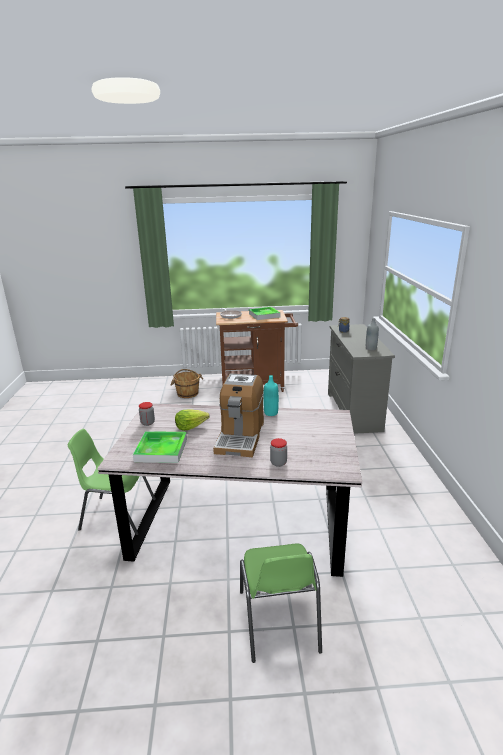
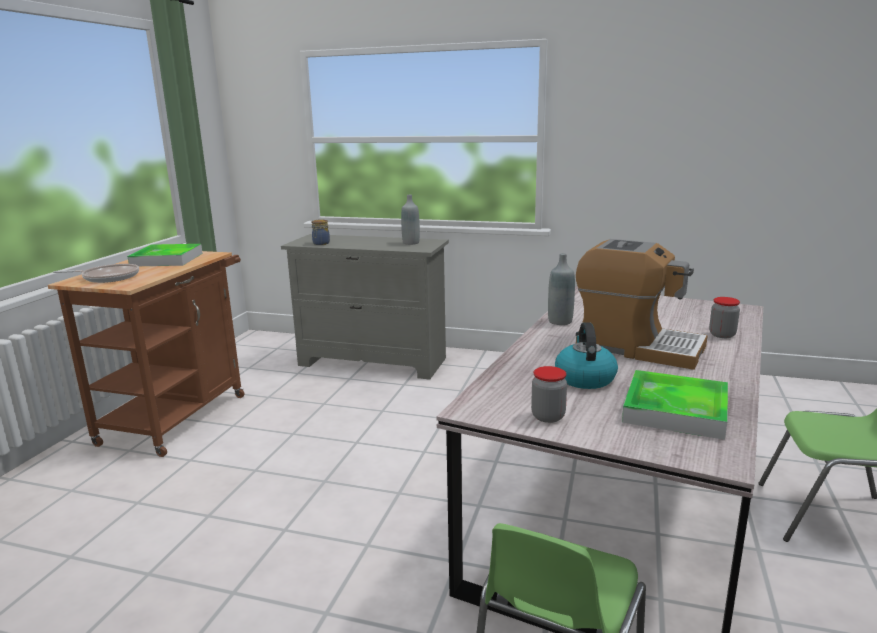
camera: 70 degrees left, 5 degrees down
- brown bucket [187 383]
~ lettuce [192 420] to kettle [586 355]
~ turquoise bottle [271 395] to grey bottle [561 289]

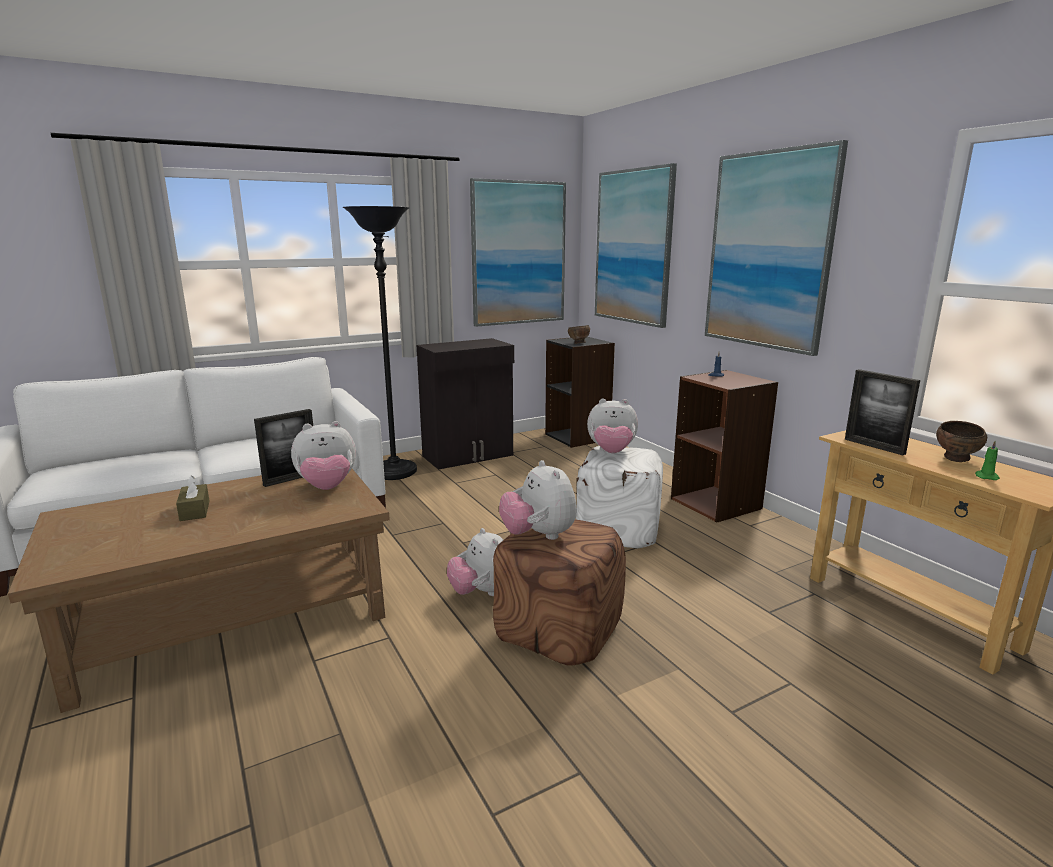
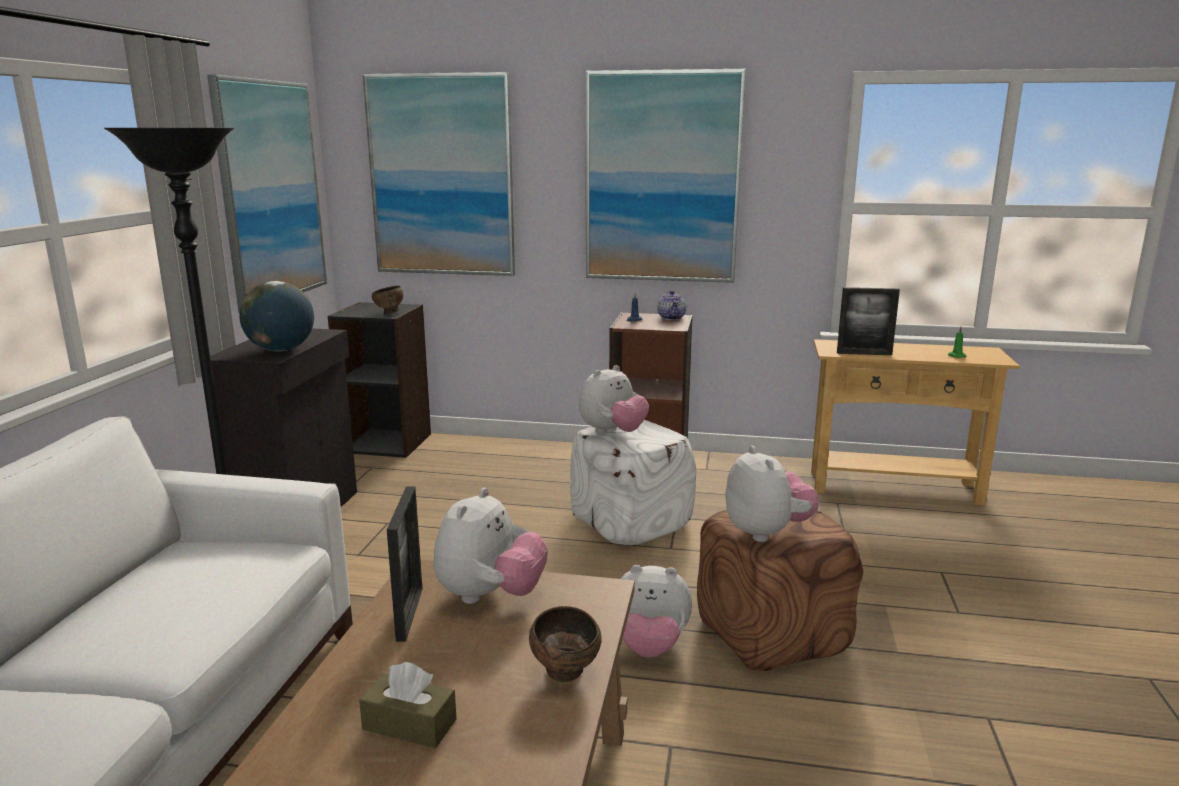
camera: 50 degrees left, 0 degrees up
+ globe [276 316]
+ teapot [672 305]
~ brown bowl [961 441] to [565 644]
~ plush toy [538 500] = [772 494] 120 degrees counterclockwise

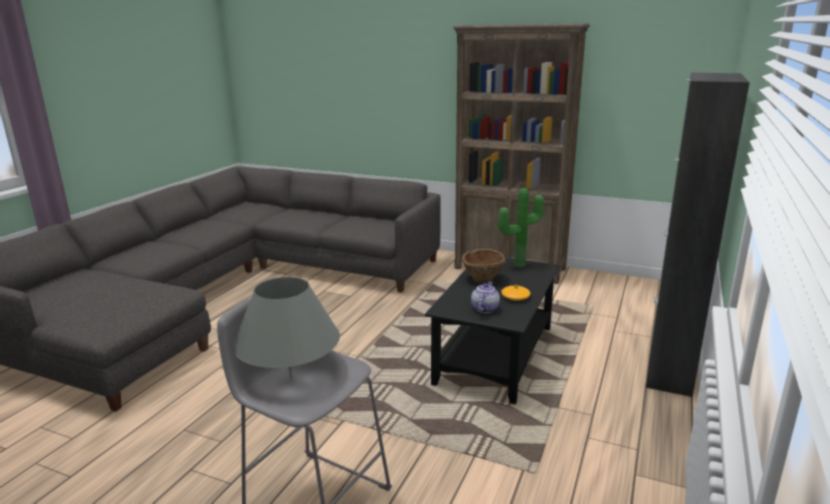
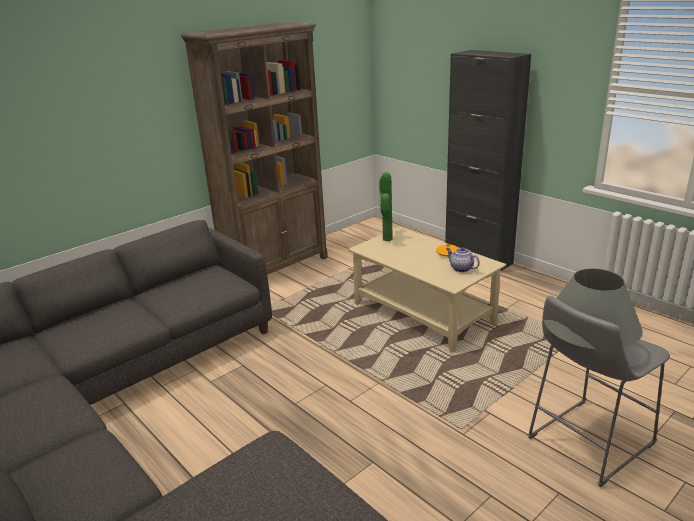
camera: 65 degrees left, 5 degrees up
- brown bowl [483 266]
~ black coffee table [492 331] to beige coffee table [427 290]

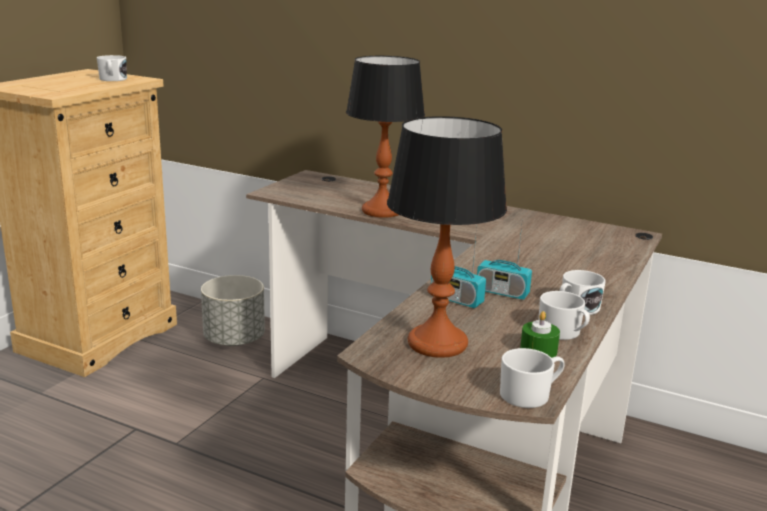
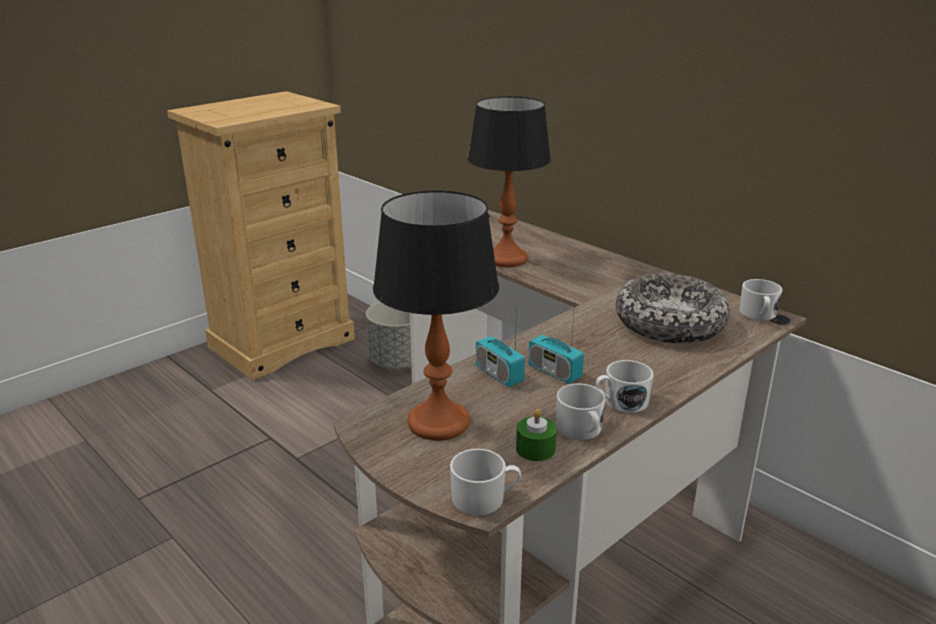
camera: 20 degrees right, 5 degrees up
+ bowl [673 308]
~ white mug [112 68] to [761 300]

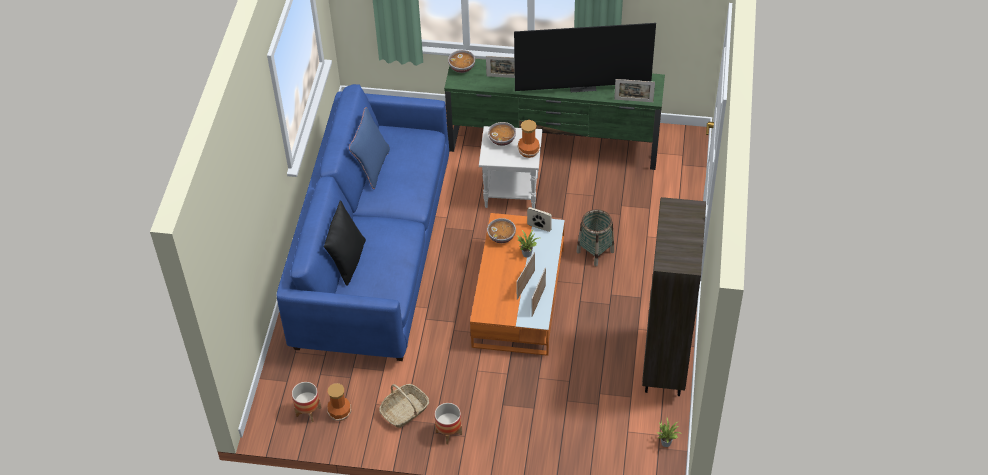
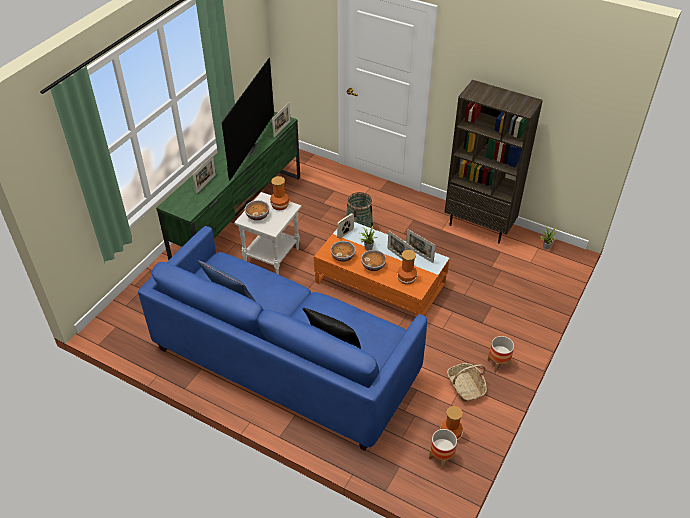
camera: 70 degrees left, 5 degrees down
+ vase [407 267]
~ bowl [461 61] to [373 260]

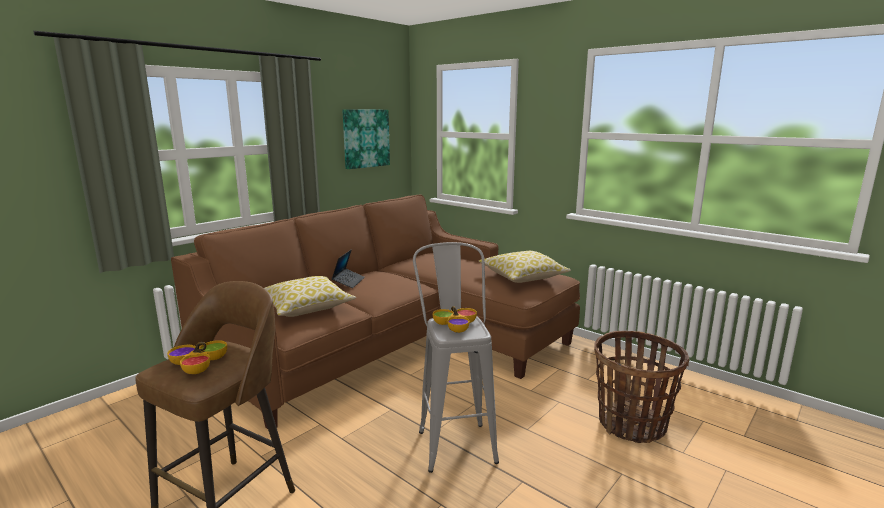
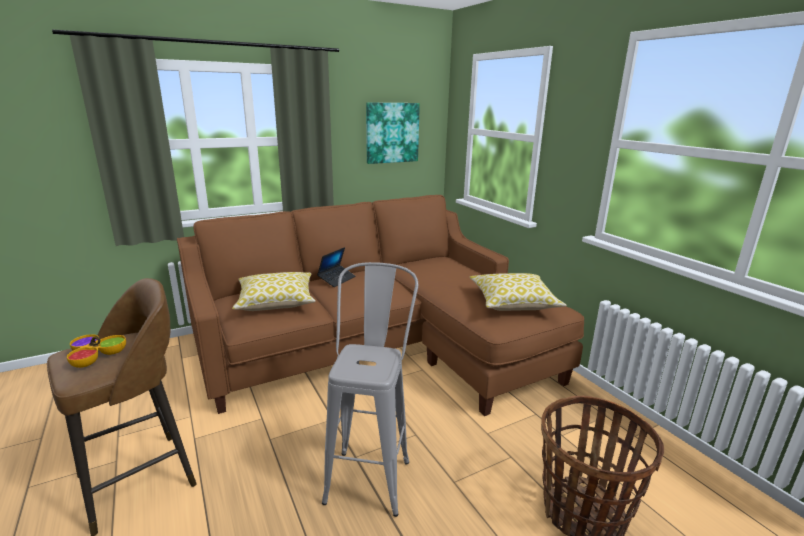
camera: 20 degrees right, 5 degrees up
- bowl [455 319]

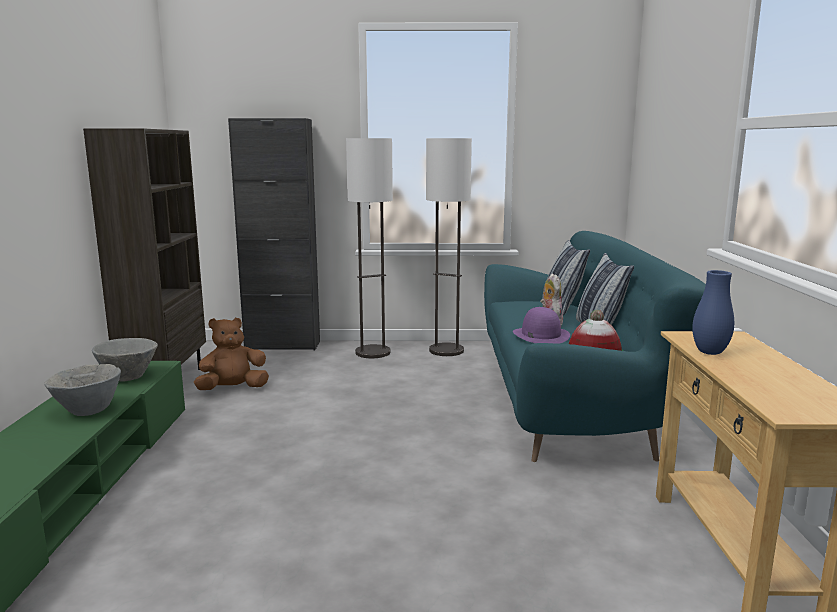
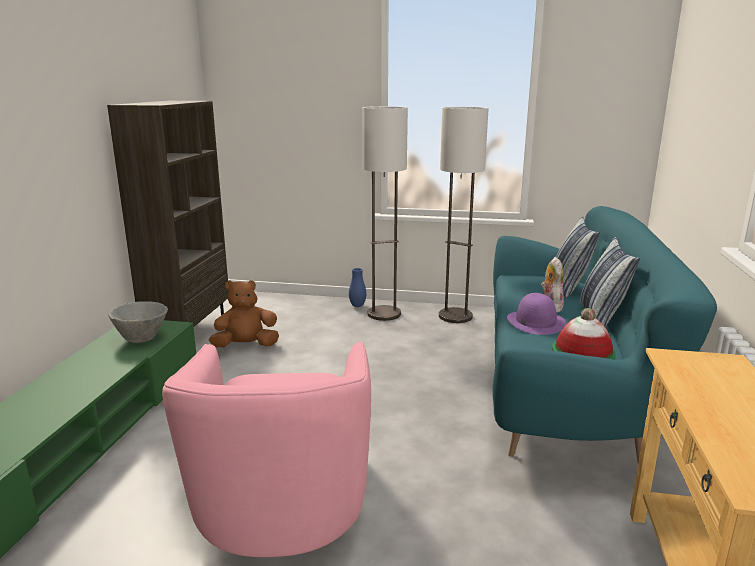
camera: 10 degrees right, 5 degrees up
- grey bowl [82 390]
- black cabinet [274 234]
+ pink armchair [266 449]
~ blue vase [713 312] to [357 287]

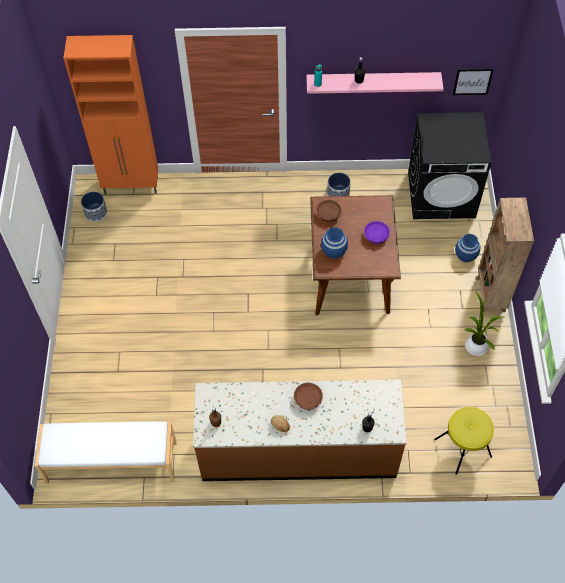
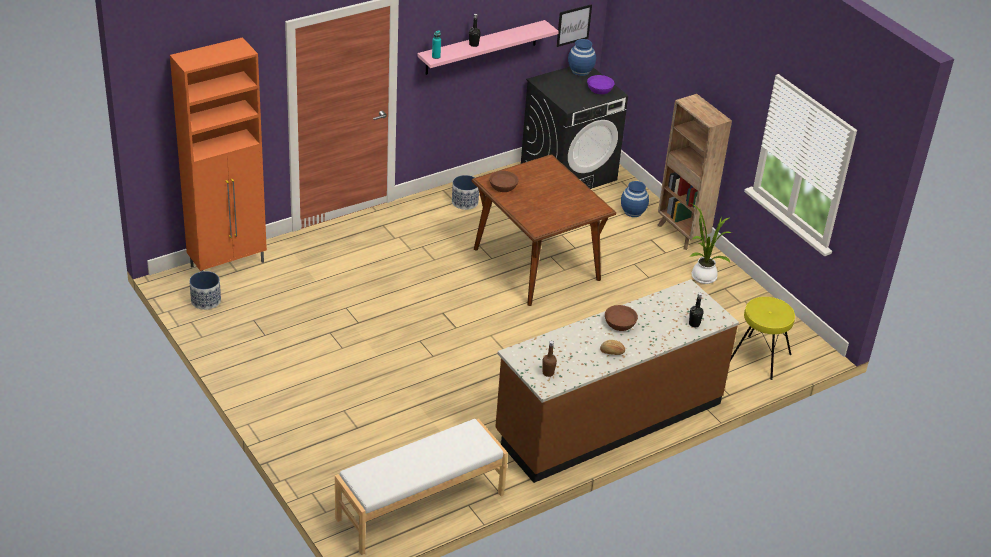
camera: 35 degrees left, 20 degrees down
~ blue vase [334 243] to [582 57]
~ purple bowl [377 232] to [601 84]

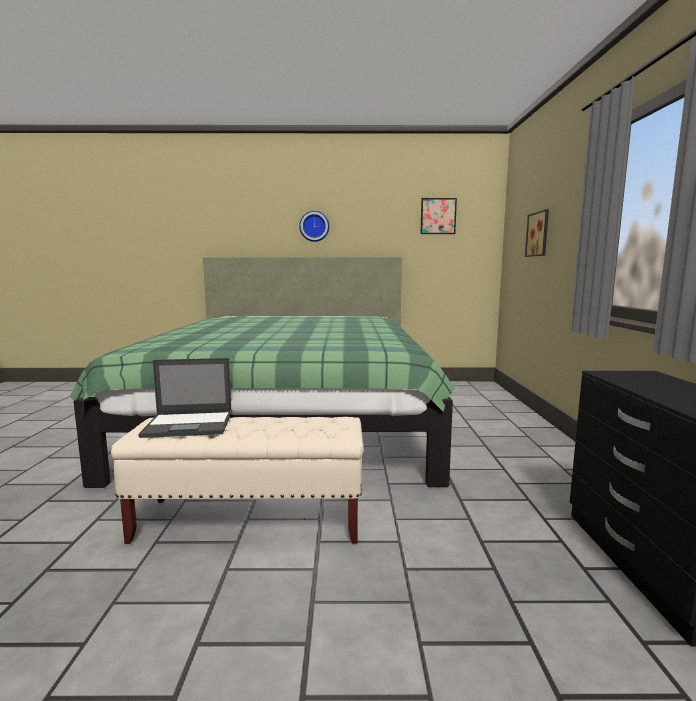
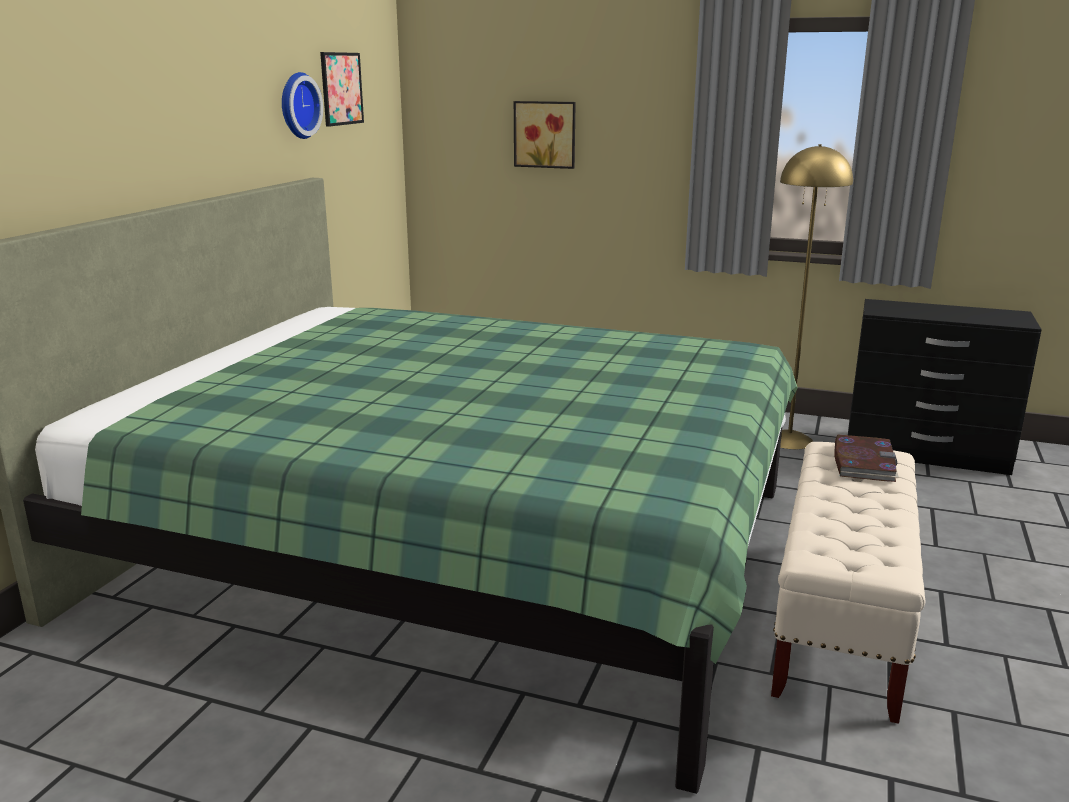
camera: 70 degrees left, 10 degrees up
- laptop [185 398]
+ yellow floor lamp [816 296]
+ book [866 458]
~ wall clock [314 226] to [302 105]

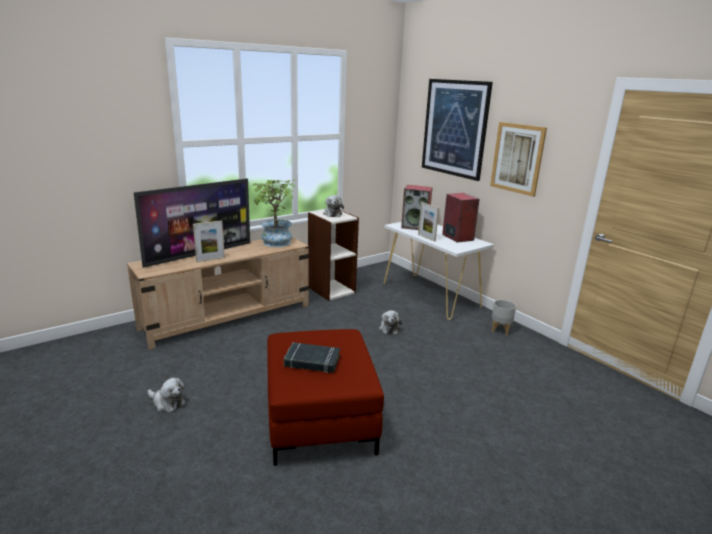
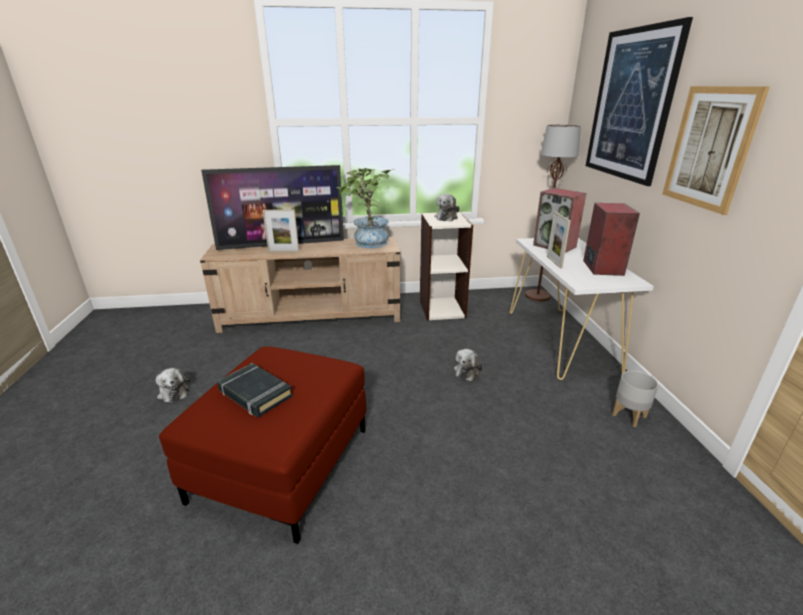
camera: 30 degrees right, 5 degrees up
+ brown floor lamp [553 212]

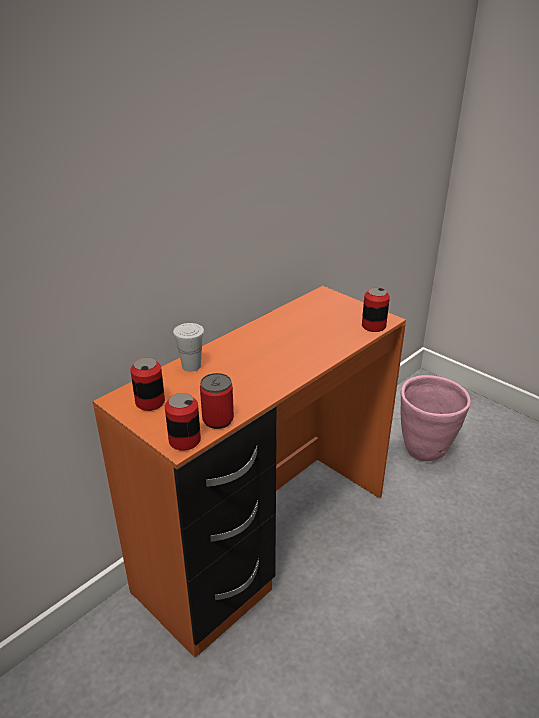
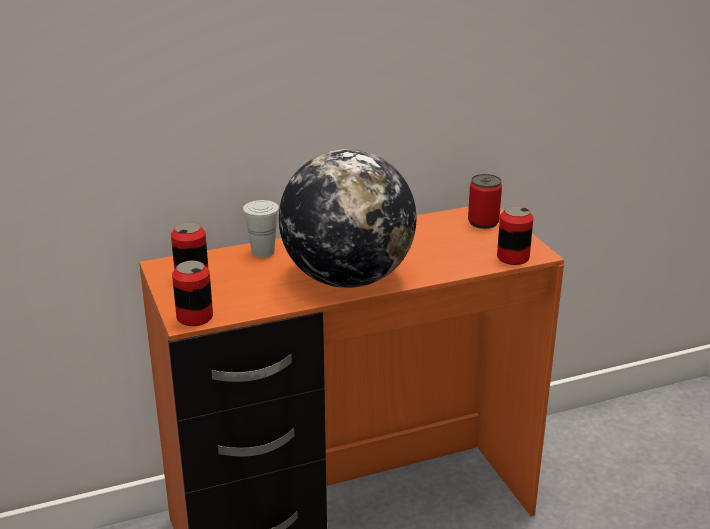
camera: 25 degrees right, 5 degrees down
- pink planter [435 418]
+ globe [347 218]
~ can [217 401] to [485 201]

